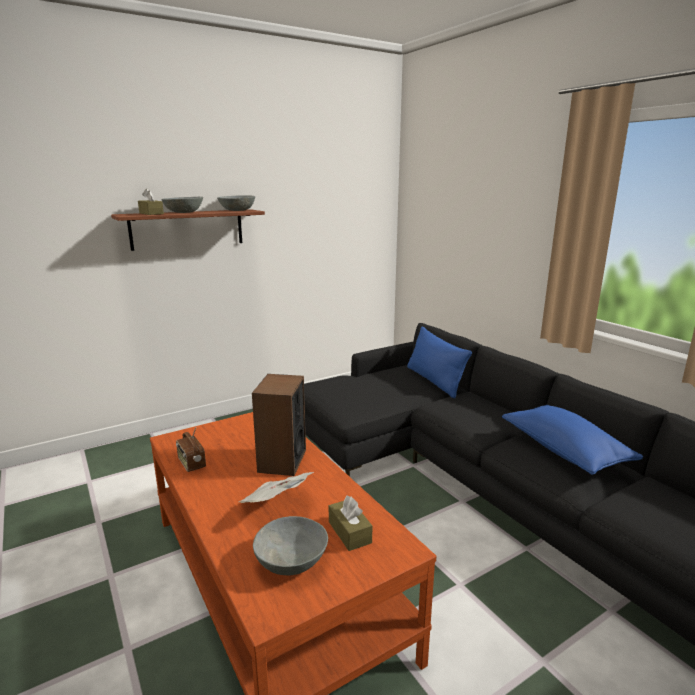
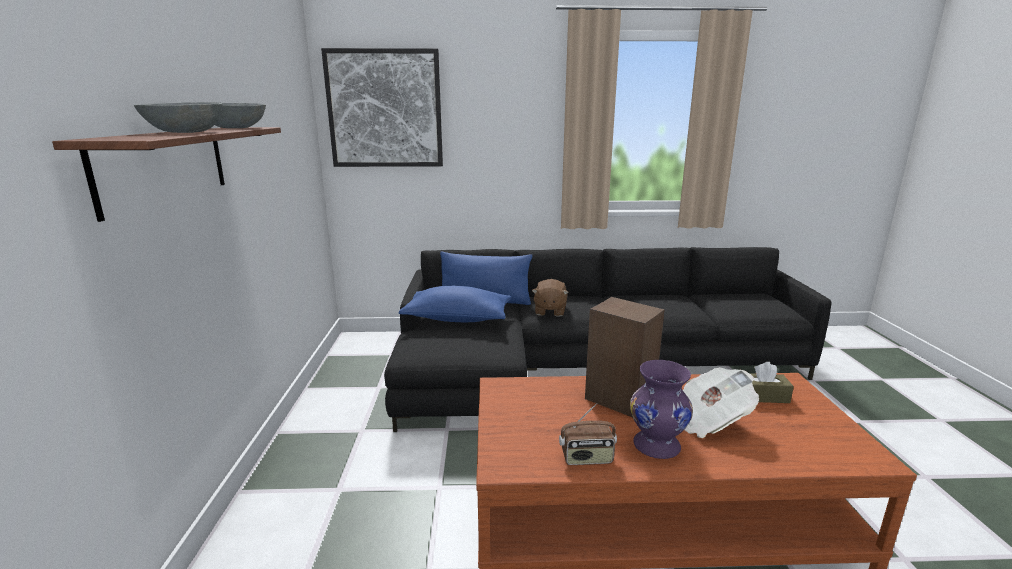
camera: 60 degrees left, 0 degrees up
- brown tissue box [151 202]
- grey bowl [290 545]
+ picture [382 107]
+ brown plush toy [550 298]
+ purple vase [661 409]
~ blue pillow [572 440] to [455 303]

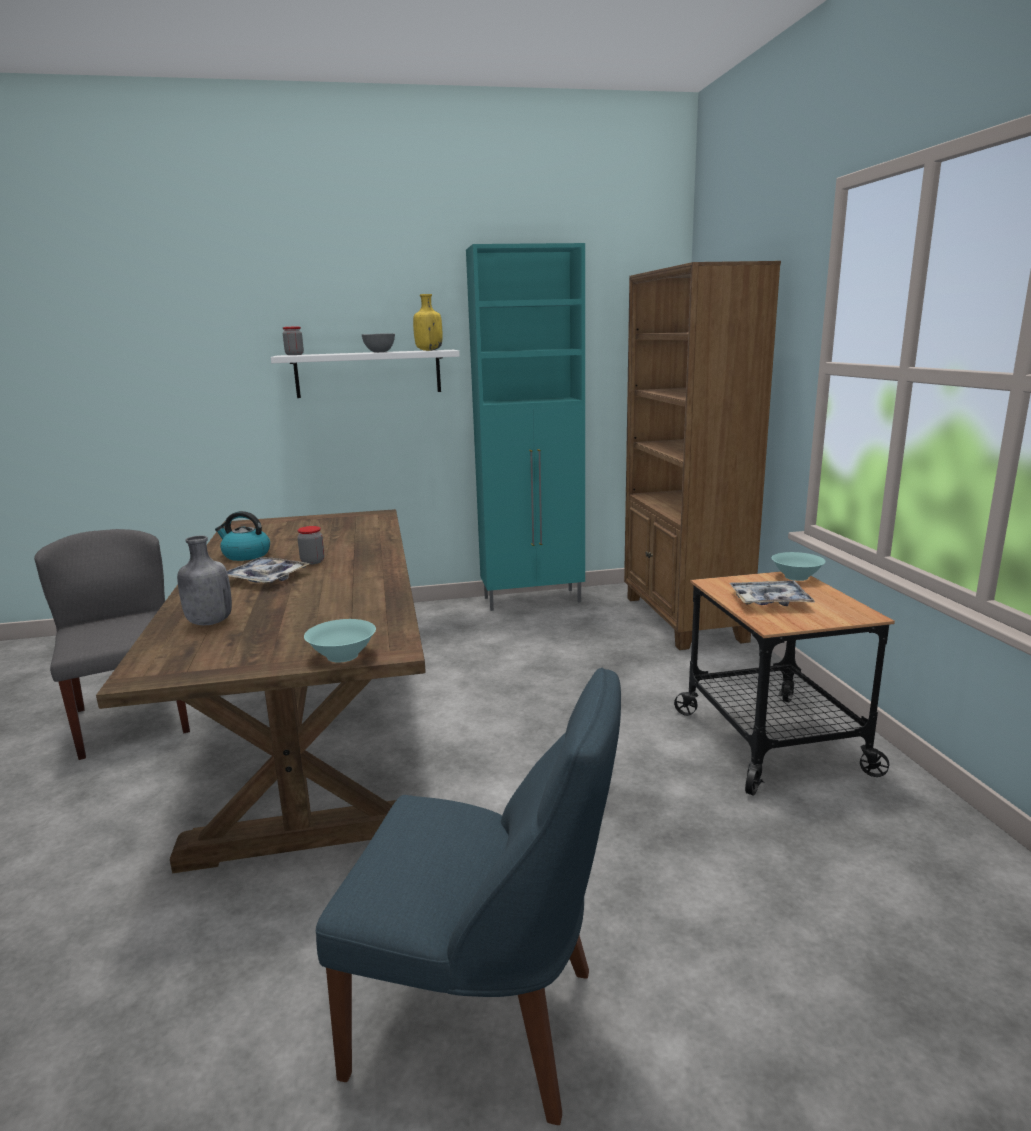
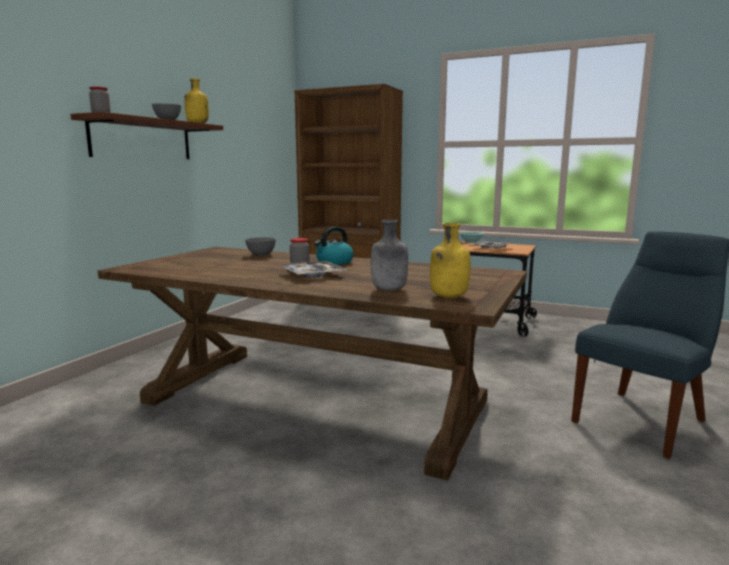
camera: 55 degrees left, 5 degrees down
- grey chair [112 644]
- turquoise bowl [340 641]
- turquoise cabinet [525 427]
+ grey bowl [260 246]
+ yellow bottle [450 260]
~ kettle [242 536] to [334 246]
~ white shelf [365 374] to brown shelf [146 135]

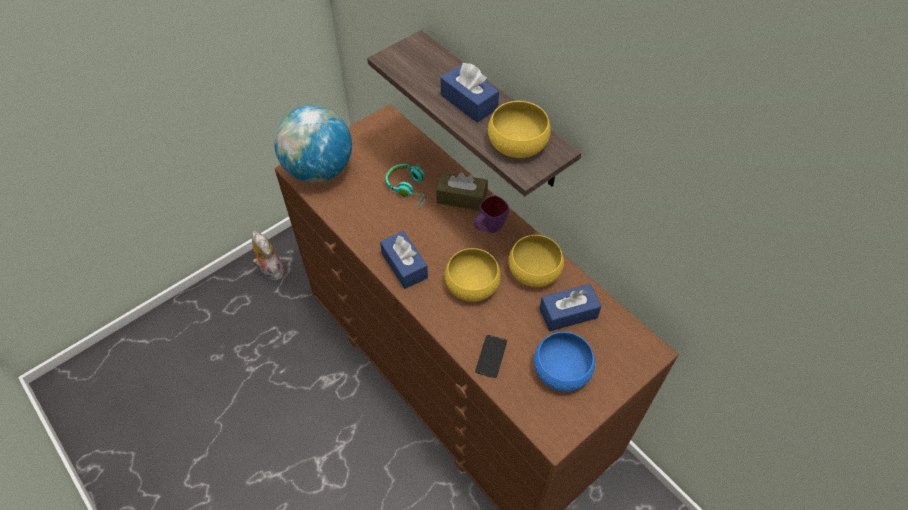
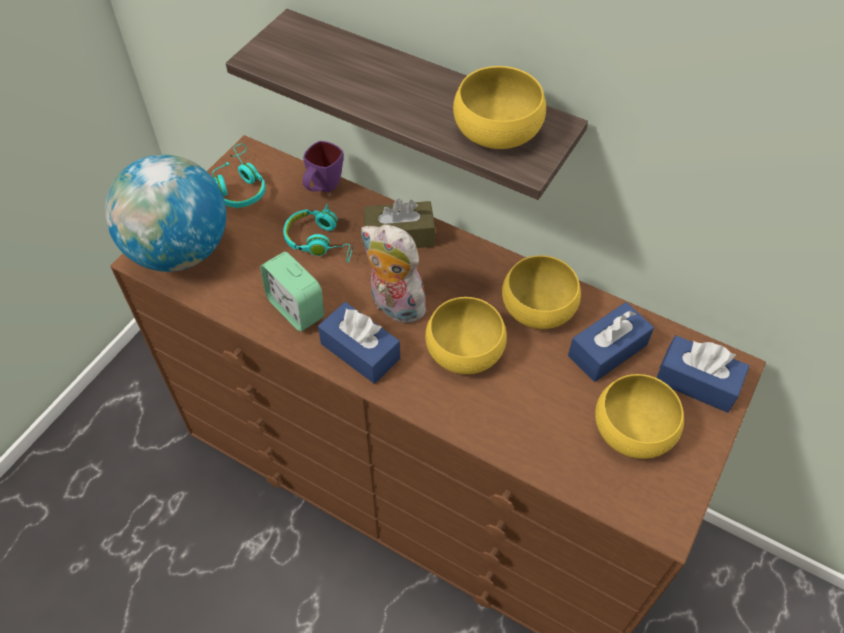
camera: 20 degrees left, 0 degrees up
- phone [491 356]
+ turquoise headphones [239 175]
+ alarm clock [292 292]
~ plush toy [268 256] to [397 274]
~ blue tissue box [470 93] to [703 374]
~ purple mug [491 214] to [323 167]
~ blue bowl [564 362] to yellow bowl [639 416]

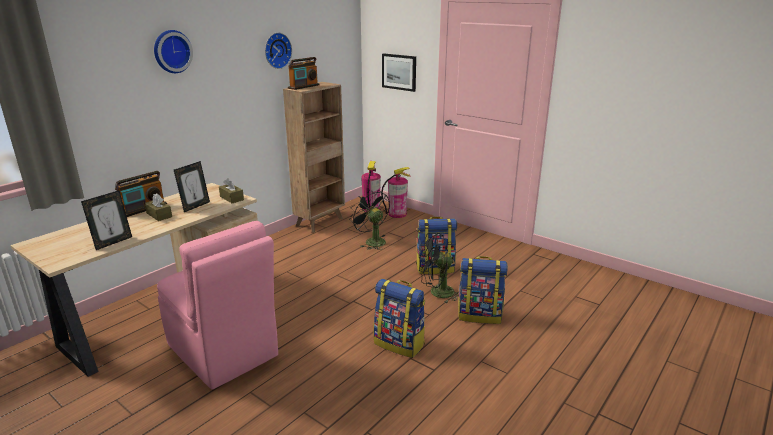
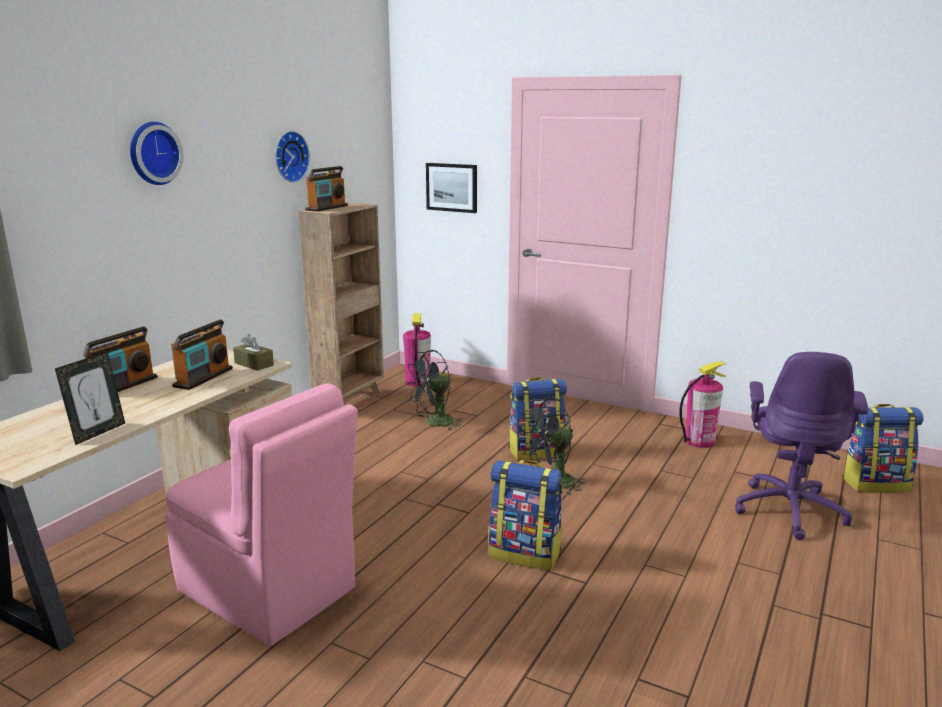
camera: 10 degrees left, 5 degrees down
- brown tissue box [158 207]
+ purple office chair [801 446]
~ fire extinguisher [396 192] to [703 404]
~ backpack [483 290] to [882 448]
~ picture frame [192 186] to radio [202 355]
~ black fan [369 220] = [435 390] 75 degrees counterclockwise

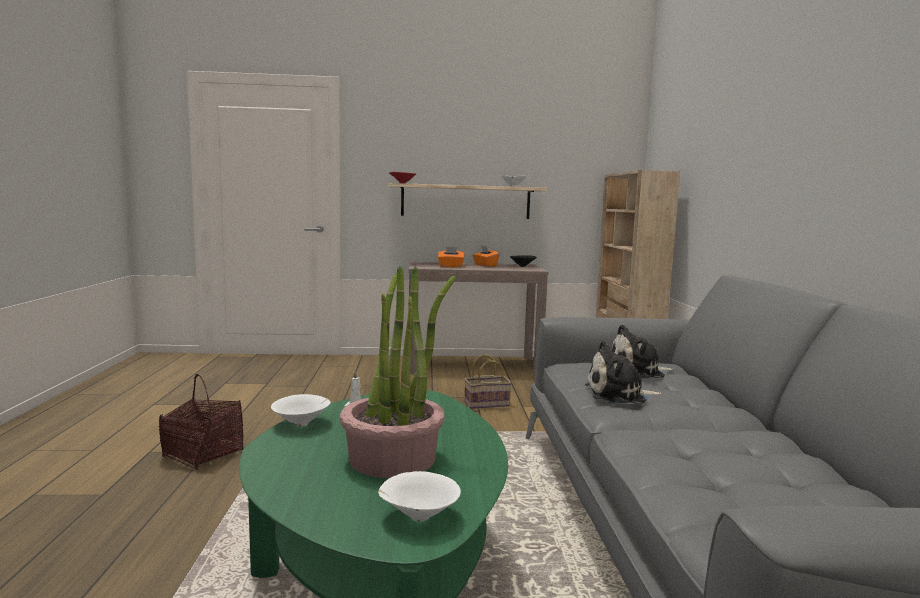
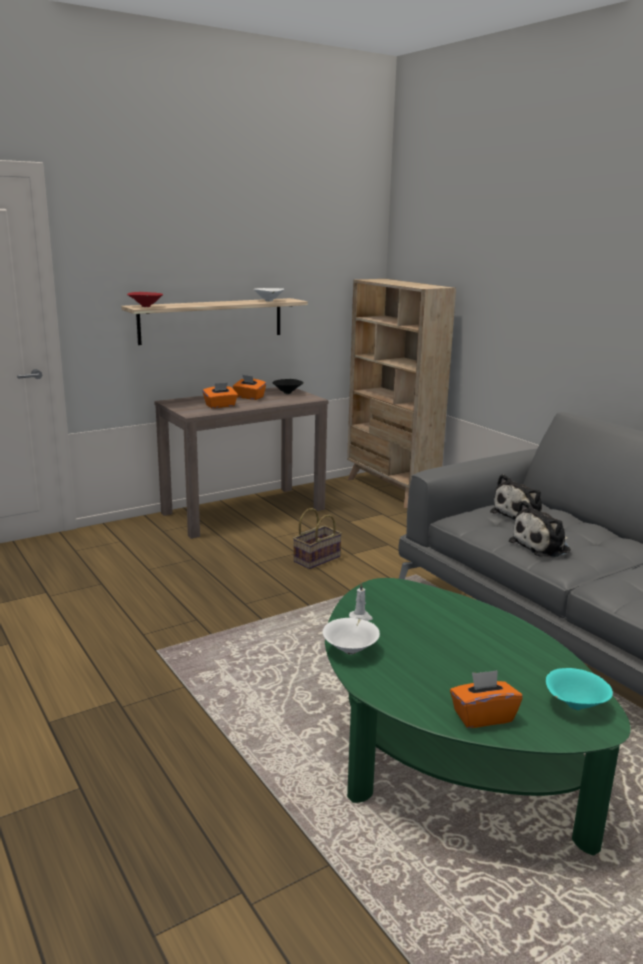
camera: 30 degrees left, 10 degrees up
- basket [201 422]
- potted plant [398 372]
+ orange tissue box [486 699]
~ white bowl [419 496] to turquoise bowl [579 689]

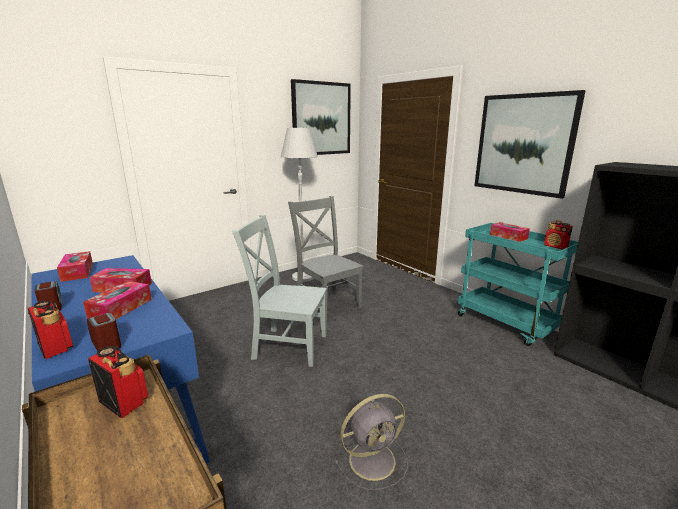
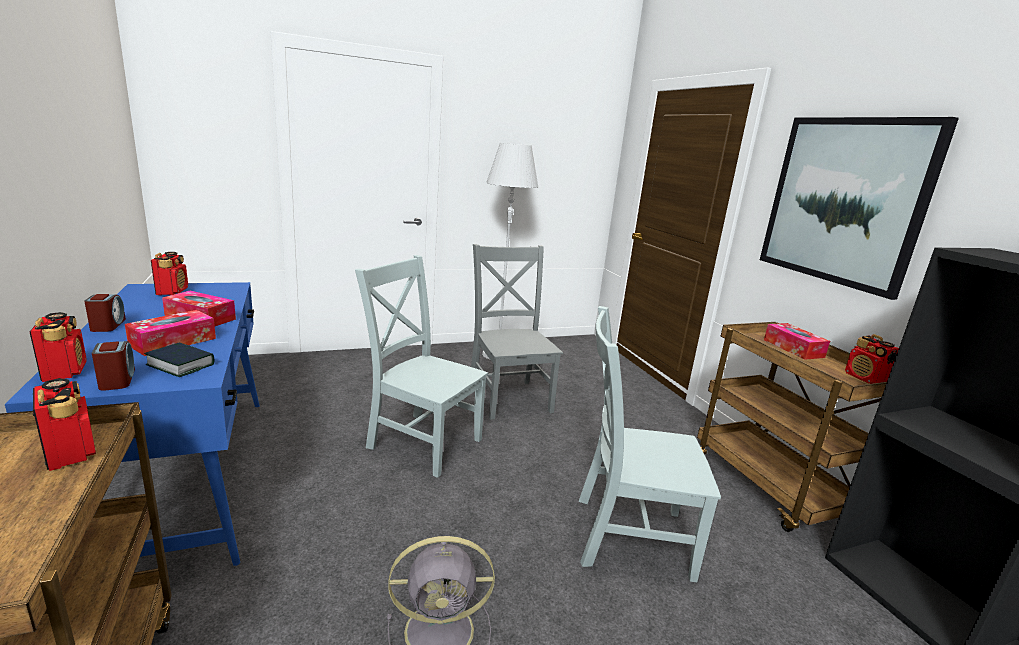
camera: 15 degrees right, 0 degrees up
- picture [321 117]
+ book [179 359]
+ grey chair [650 444]
~ tissue box [75 266] to radio [169 273]
~ turquoise cart [518 284] to brown cart [792 427]

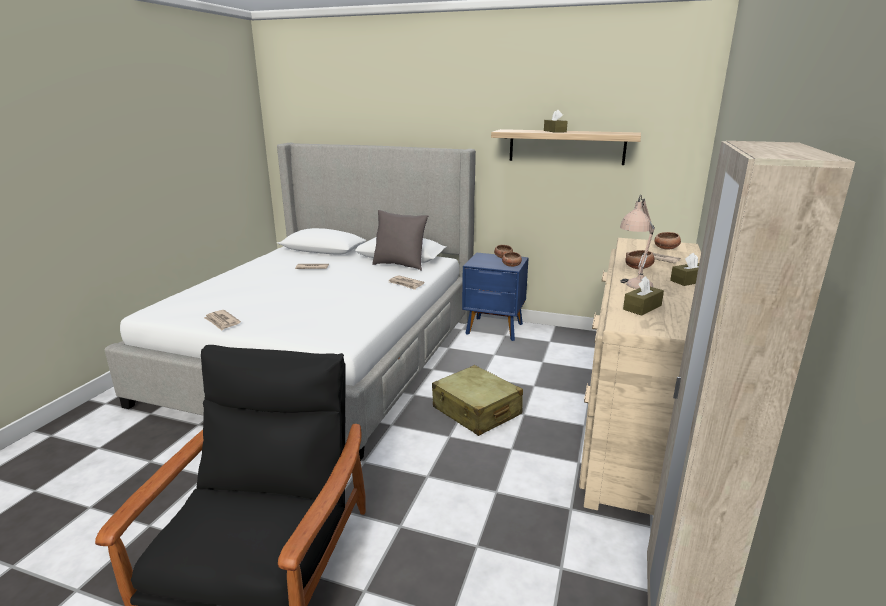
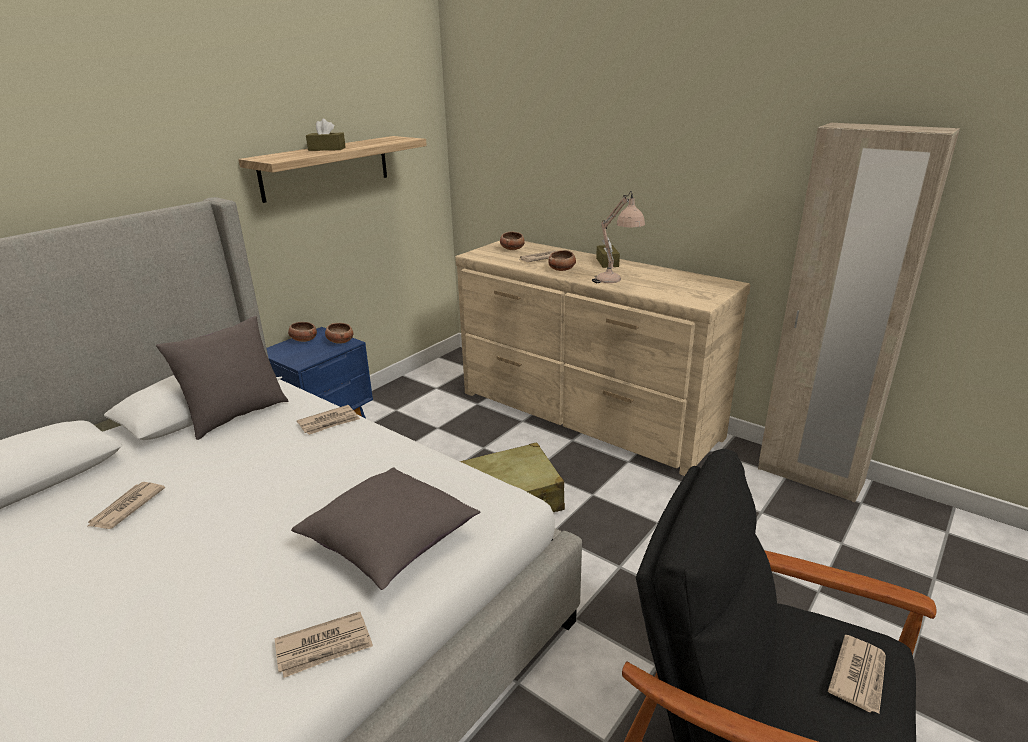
camera: 70 degrees left, 5 degrees up
- brown tissue box [643 296]
+ grey pillow [385 528]
+ newspaper [857 674]

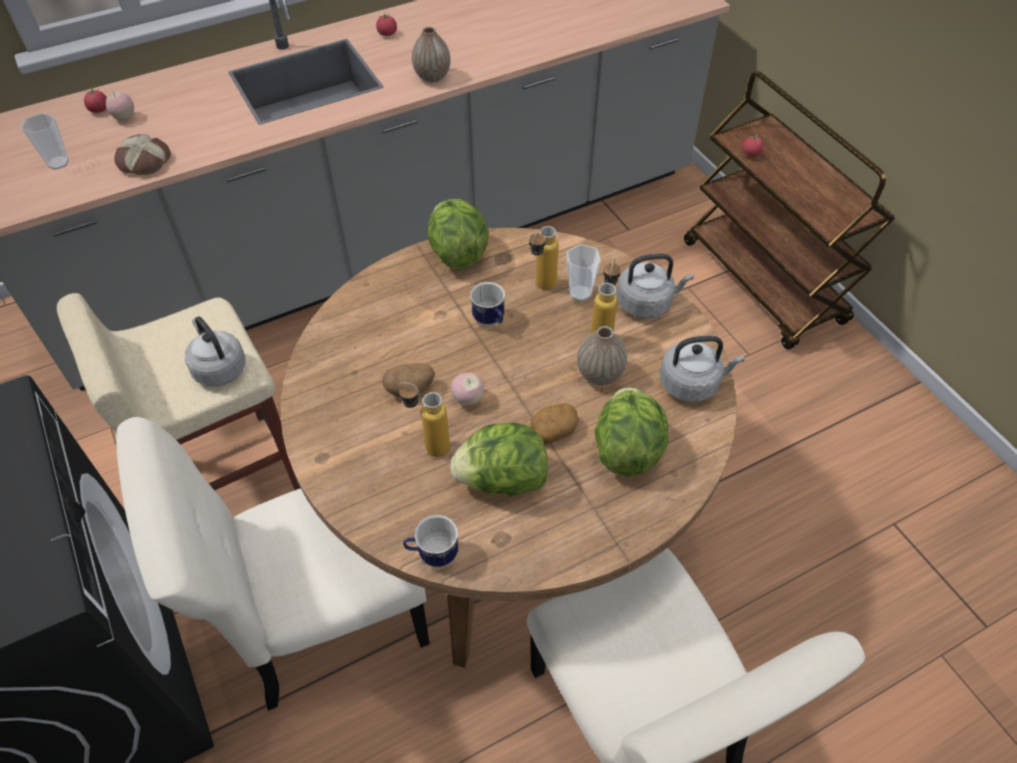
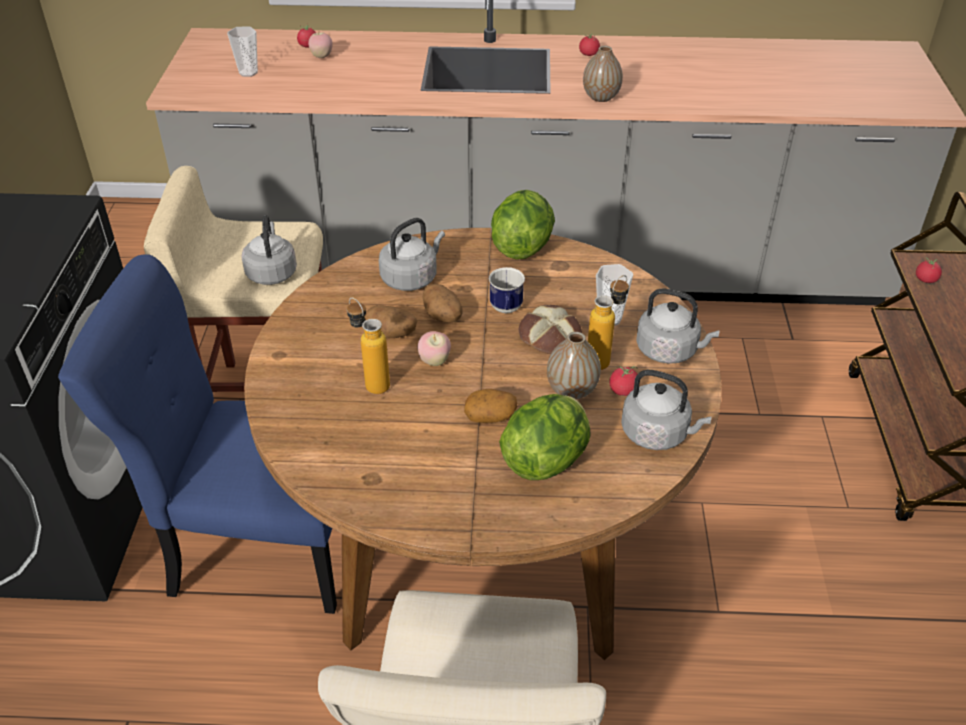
camera: 30 degrees right, 10 degrees down
- mug [430 541]
- lettuce [499 459]
- bottle [544 258]
+ grey kettle [412 254]
+ potato [443 303]
+ tomato [623 381]
~ bread [142 154] to [550 329]
~ beige chair [273 564] to blue chair [197 434]

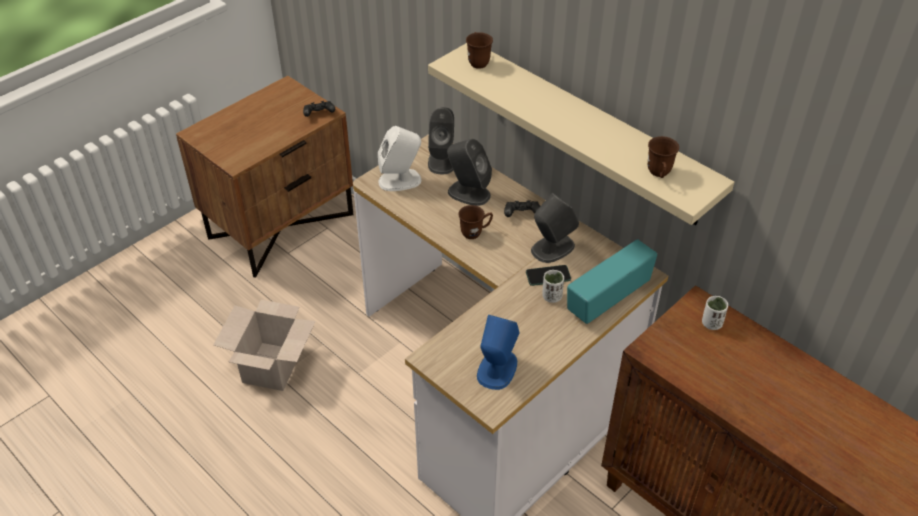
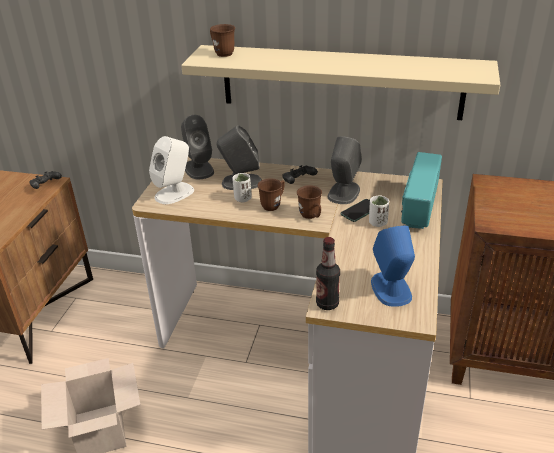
camera: 30 degrees left, 10 degrees down
+ bottle [328 273]
~ brown mug [663 157] to [309 202]
~ white cup [715 313] to [242 187]

